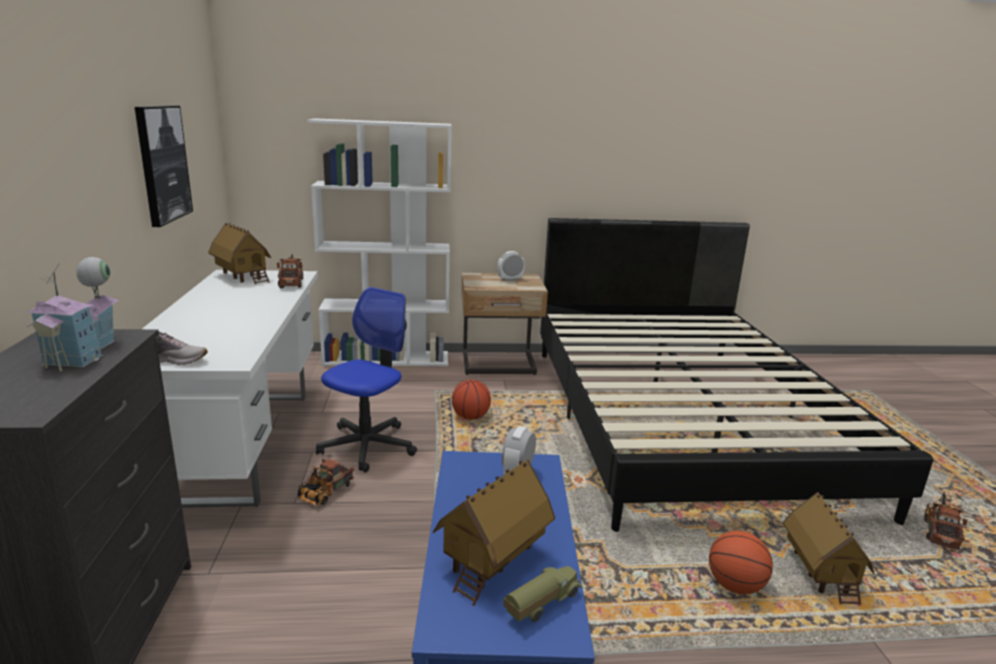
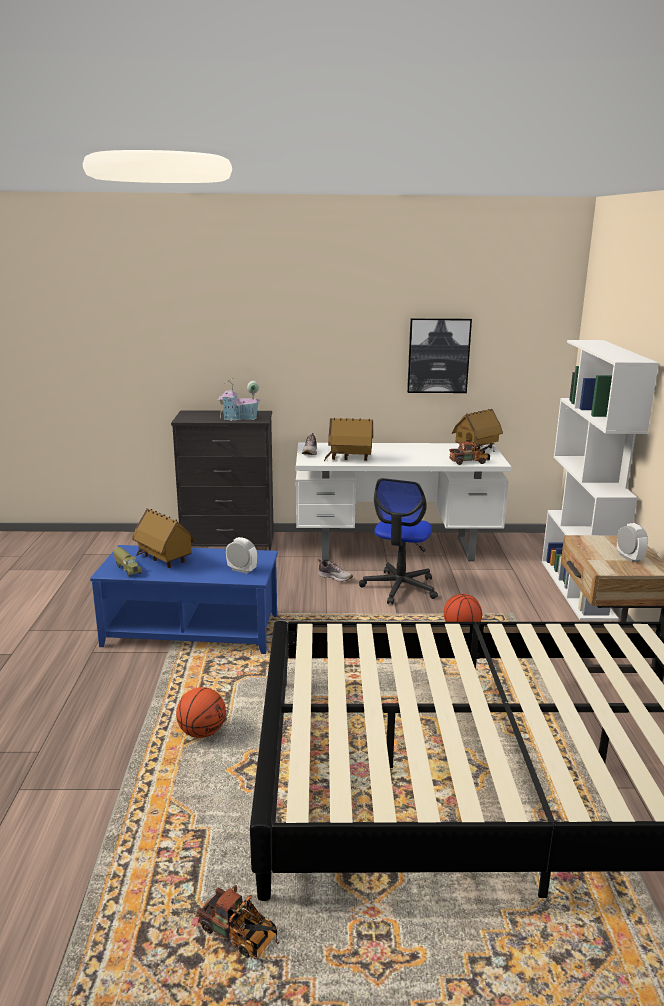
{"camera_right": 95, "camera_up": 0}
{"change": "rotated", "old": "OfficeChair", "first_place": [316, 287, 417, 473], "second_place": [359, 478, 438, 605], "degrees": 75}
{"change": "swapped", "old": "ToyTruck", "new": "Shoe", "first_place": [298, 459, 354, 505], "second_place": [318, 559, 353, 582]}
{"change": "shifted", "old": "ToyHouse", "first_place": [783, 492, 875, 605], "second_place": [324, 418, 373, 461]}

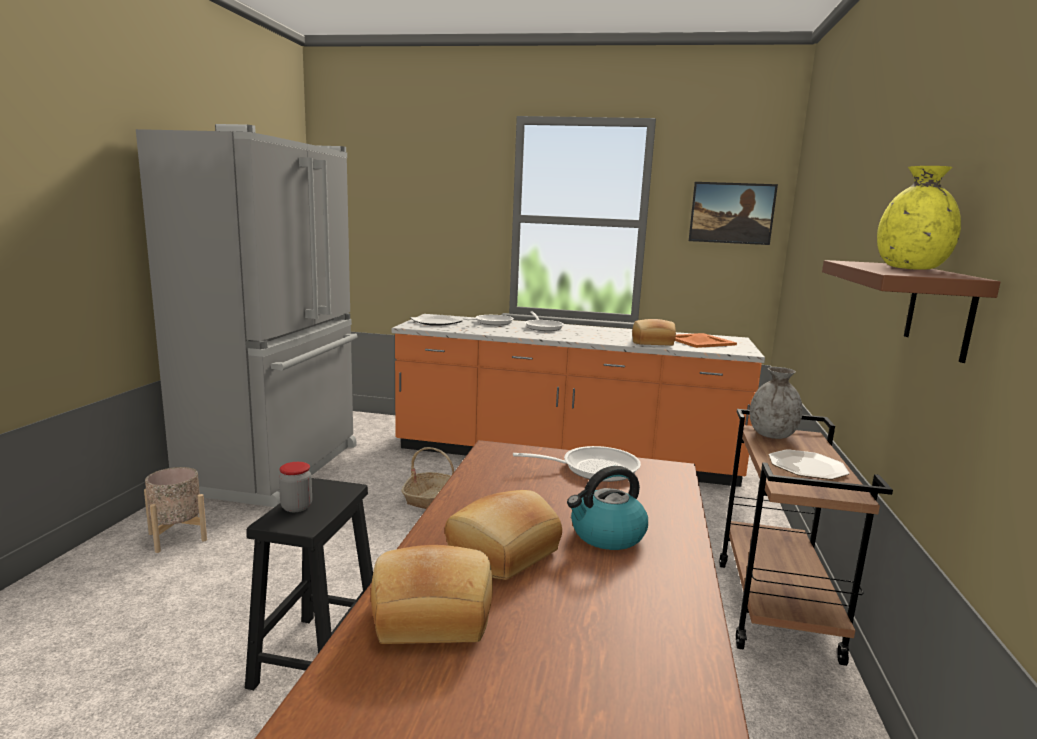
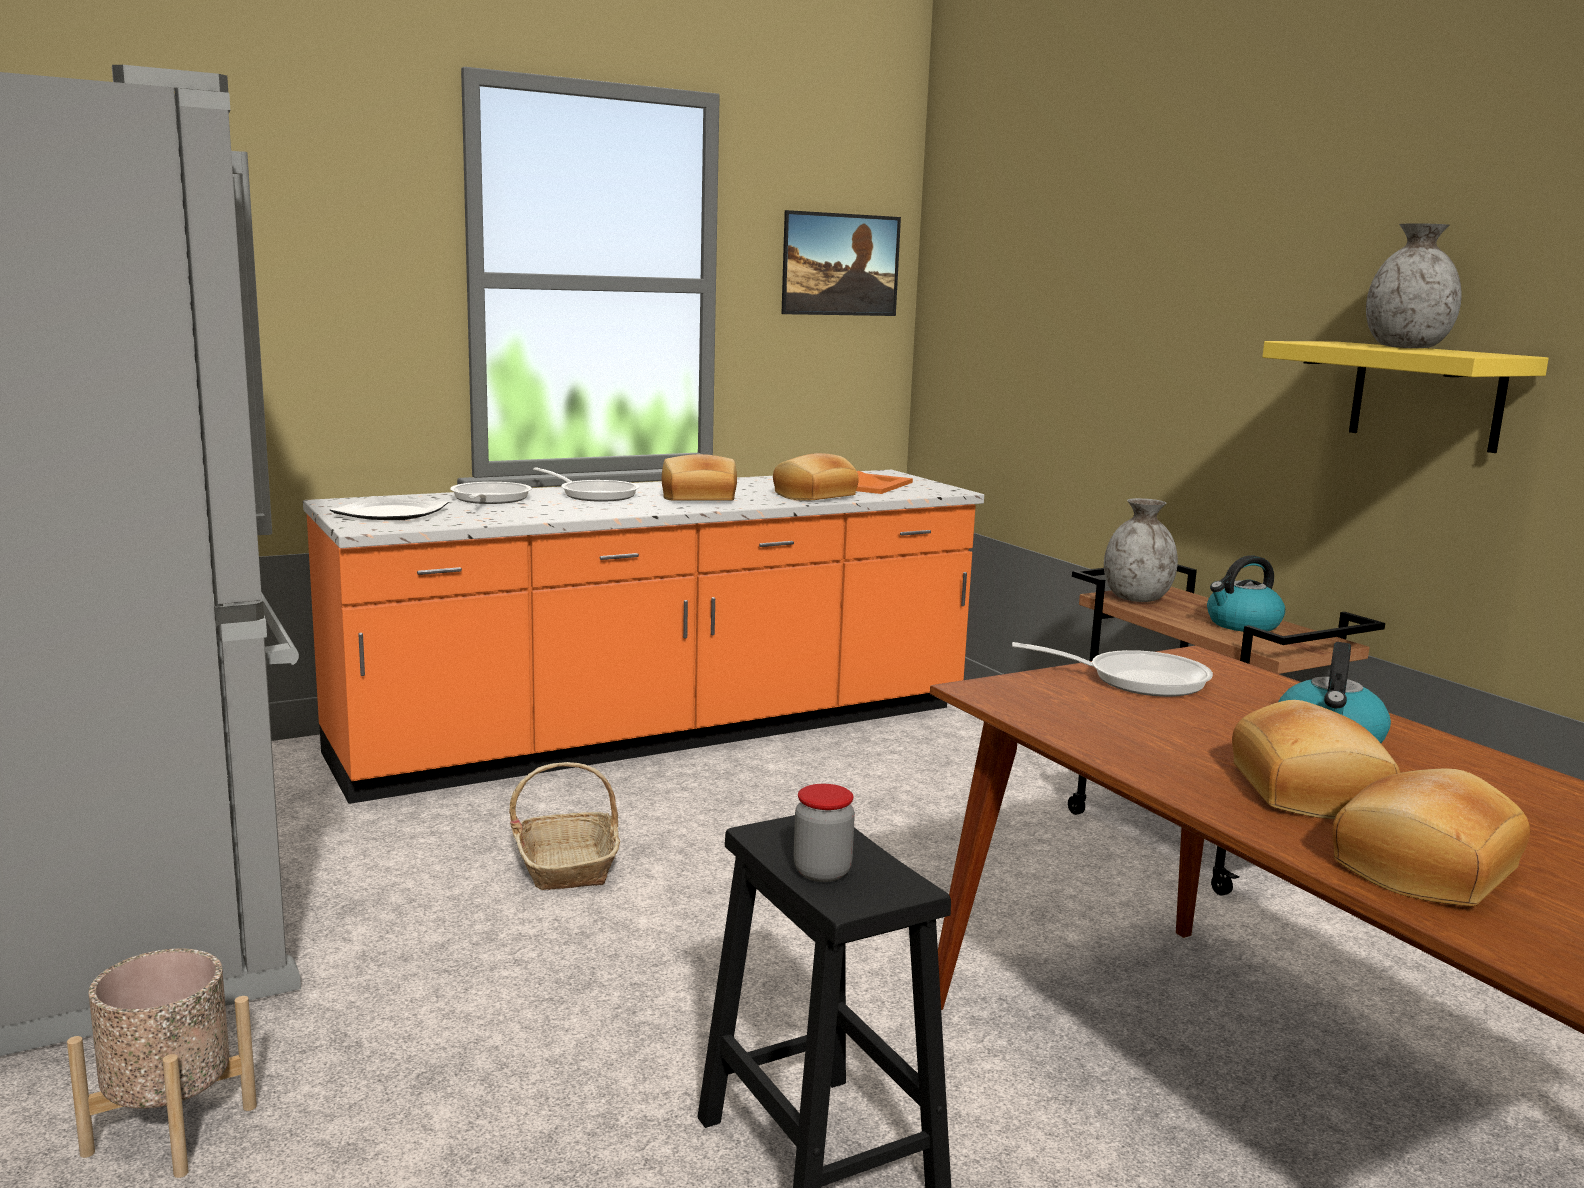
{"camera_right": -40, "camera_up": 0}
{"change": "repainted", "old": "YellowVase", "new": "GreyVase", "first_place": [877, 166, 961, 270], "second_place": [1366, 223, 1462, 348]}
{"change": "repainted", "old": "BrownShelf", "new": "YellowShelf", "first_place": [822, 260, 1000, 363], "second_place": [1262, 341, 1549, 453]}
{"change": "rotated", "old": "FryingPan", "first_place": [513, 446, 641, 482], "second_place": [1012, 642, 1213, 697], "degrees": 60}
{"change": "swapped", "old": "Plate", "new": "Kettle", "first_place": [769, 449, 850, 480], "second_place": [1207, 555, 1285, 632]}
{"change": "new", "new": "Bread", "second_place": [662, 454, 737, 500]}

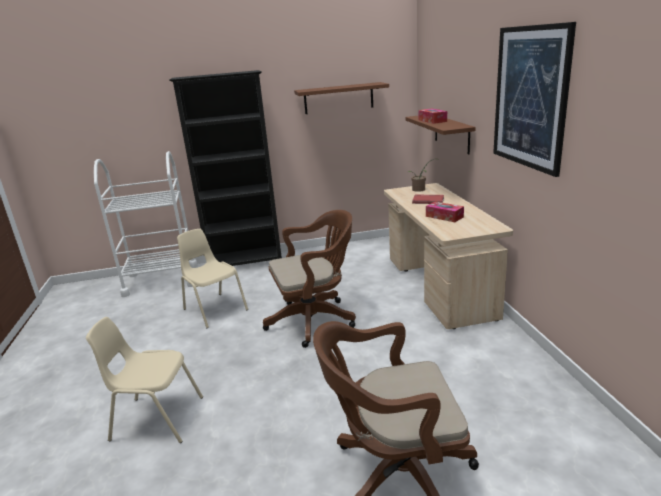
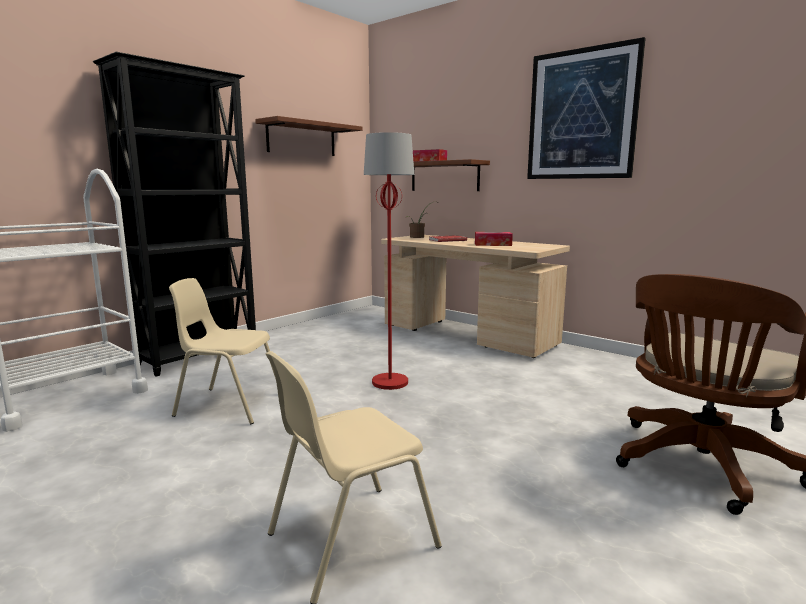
{"camera_right": -40, "camera_up": -10}
{"change": "swapped", "old": "BrownOfficeChair", "new": "RedFloorLamp", "first_place": [263, 210, 356, 348], "second_place": [364, 132, 414, 390]}

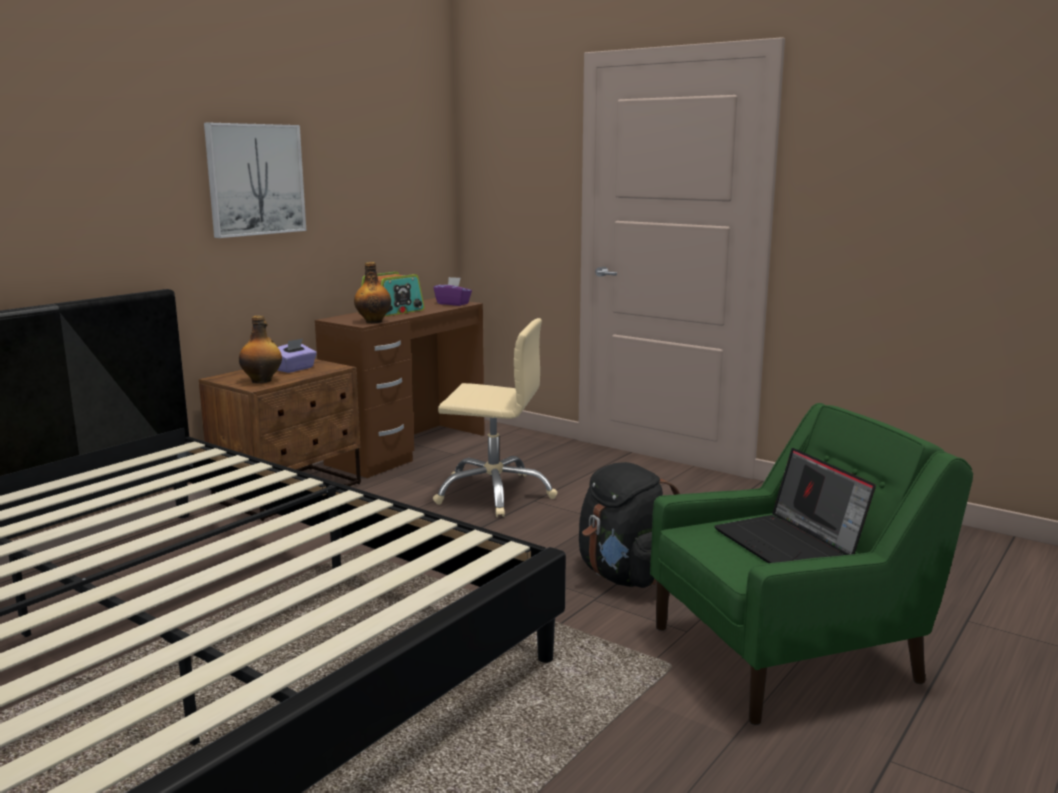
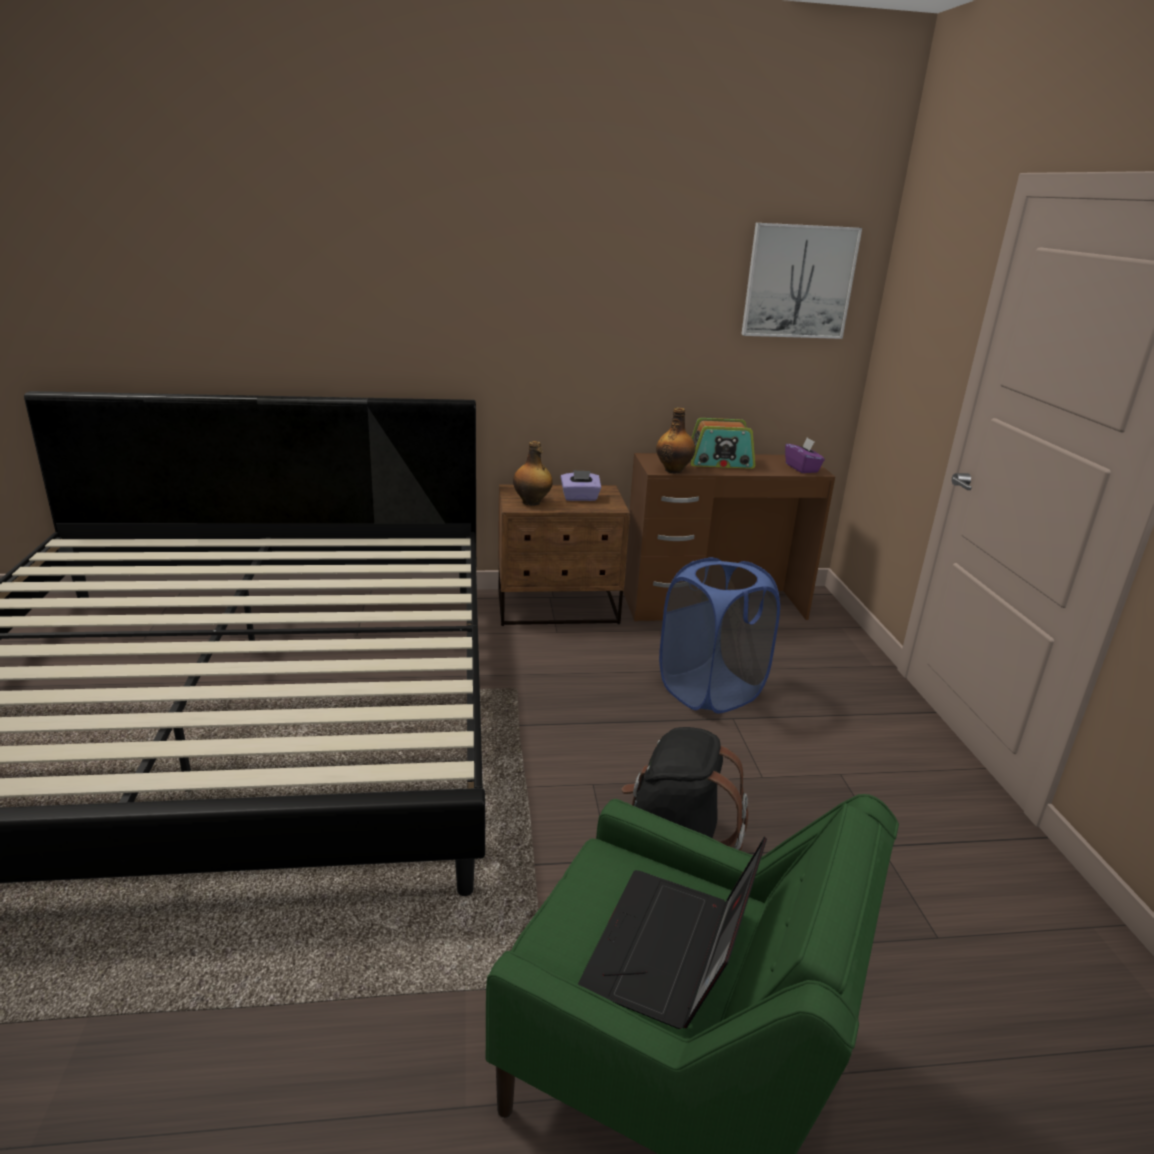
{"camera_right": 45, "camera_up": 10}
{"change": "shifted", "old": "Picture", "first_place": [204, 123, 306, 238], "second_place": [741, 223, 862, 339]}
{"change": "swapped", "old": "BeigeOfficeChair", "new": "BlueLaundryBasket", "first_place": [433, 318, 558, 517], "second_place": [659, 557, 780, 714]}

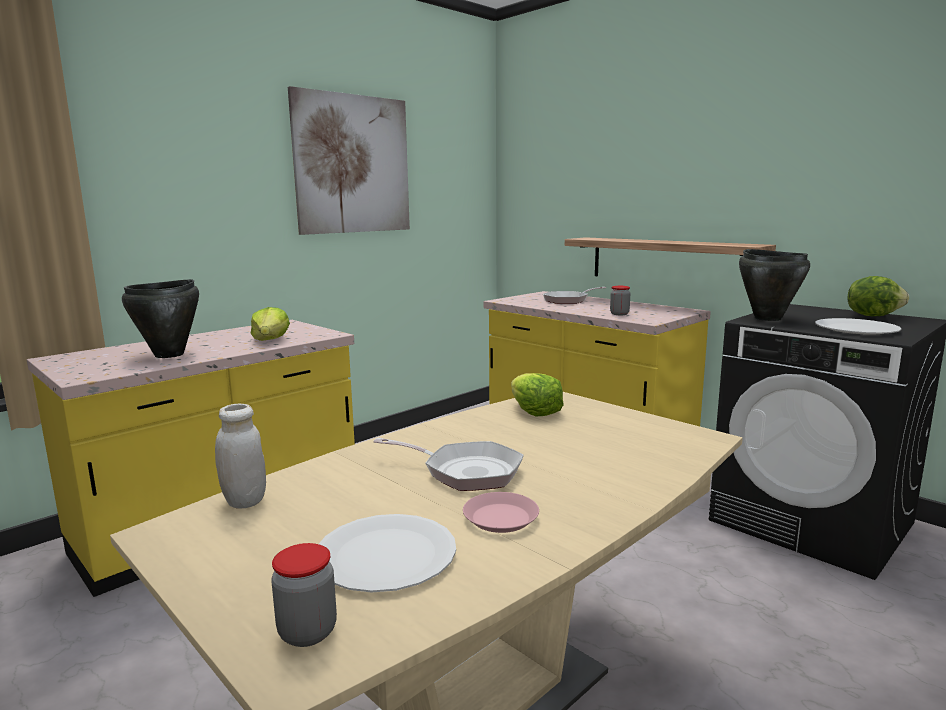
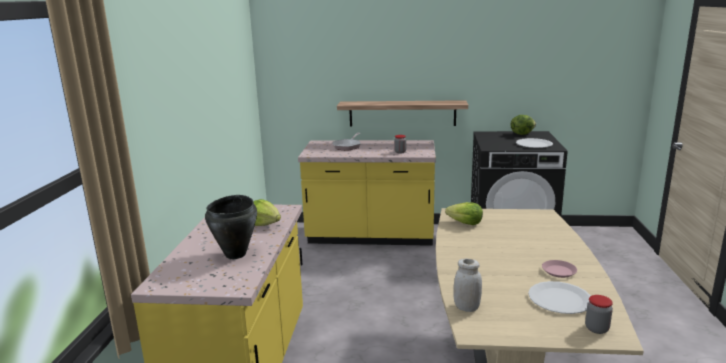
{"camera_right": -40, "camera_up": 5}
{"change": "gone", "old": "Picture", "first_place": [288, 86, 410, 235]}
{"change": "gone", "old": "BlackCookingPot", "first_place": [739, 249, 810, 321]}
{"change": "gone", "old": "FryingPan", "first_place": [373, 438, 524, 491]}

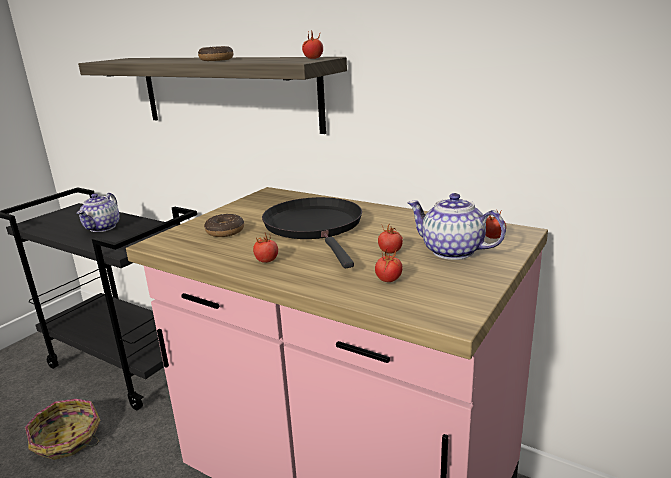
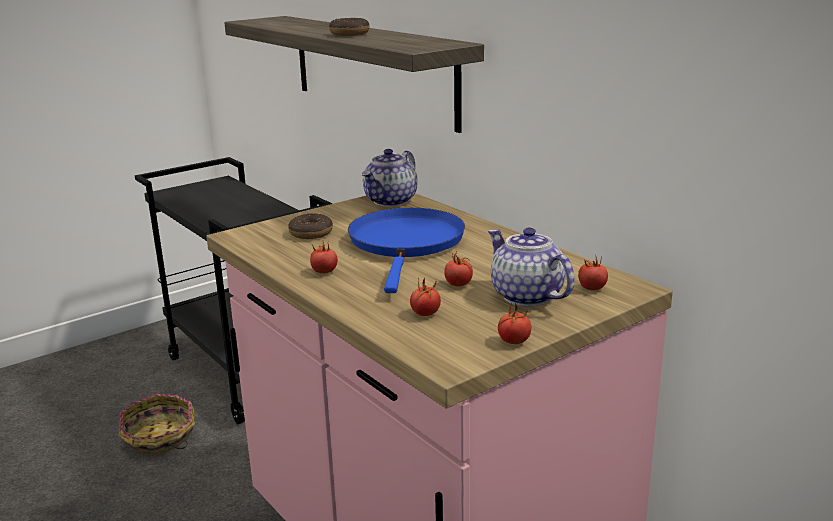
{"camera_right": 20, "camera_up": 0}
{"change": "shifted", "old": "Tomato", "first_place": [302, 30, 323, 59], "second_place": [498, 302, 531, 344]}
{"change": "shifted", "old": "Teapot", "first_place": [77, 193, 120, 232], "second_place": [362, 149, 418, 207]}
{"change": "repainted", "old": "BlackFryingPan", "new": "BlueFryingPan", "first_place": [262, 197, 362, 268], "second_place": [348, 208, 465, 293]}

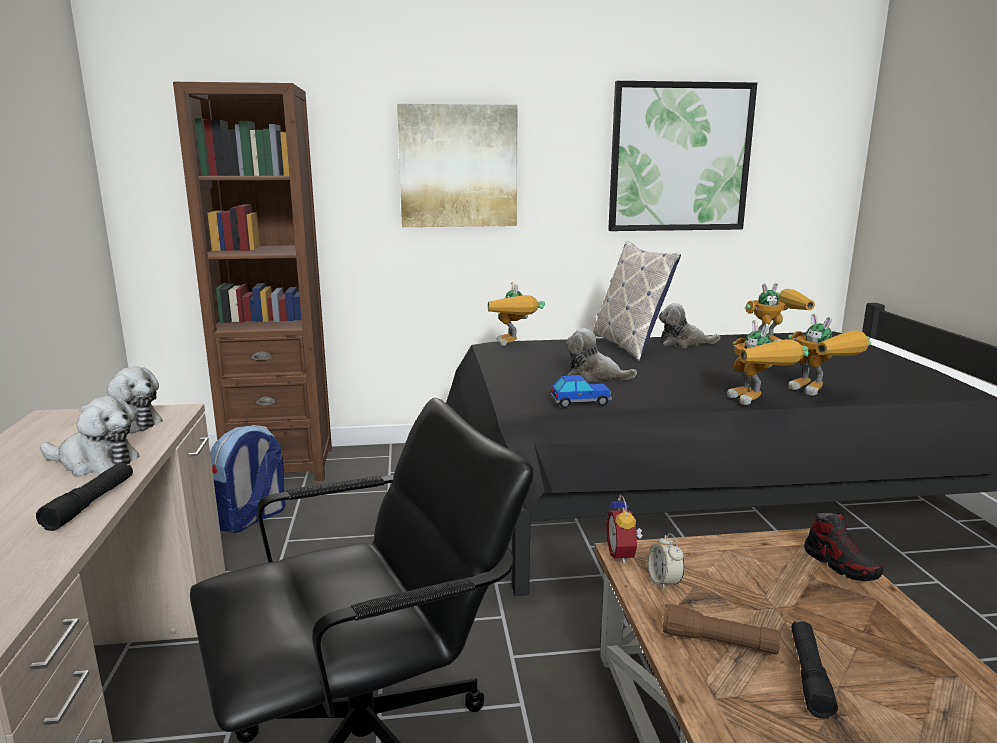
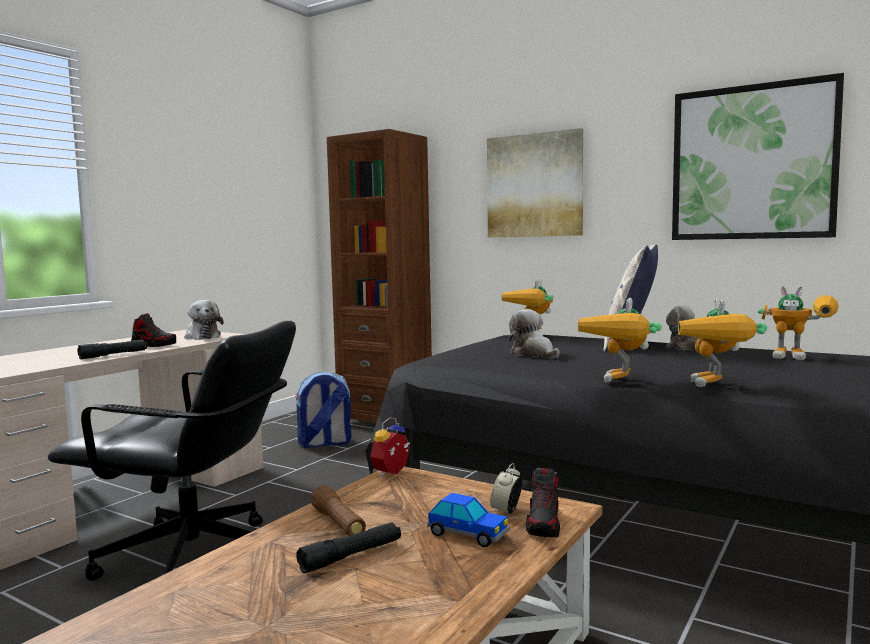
{"camera_right": 40, "camera_up": -10}
{"change": "shifted", "old": "ToyCar", "first_place": [551, 375, 612, 408], "second_place": [427, 493, 509, 547]}
{"change": "swapped", "old": "PlushToy", "new": "Shoe", "first_place": [40, 396, 140, 476], "second_place": [131, 313, 176, 347]}
{"change": "shifted", "old": "AlarmClock", "first_place": [647, 533, 684, 591], "second_place": [490, 463, 522, 514]}

